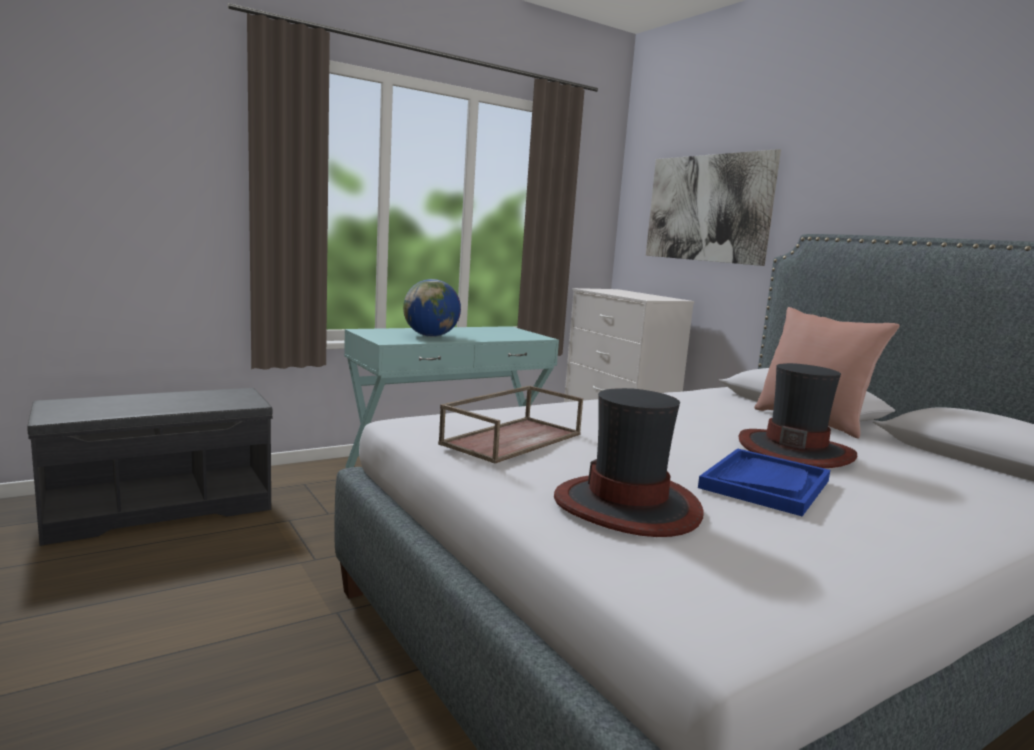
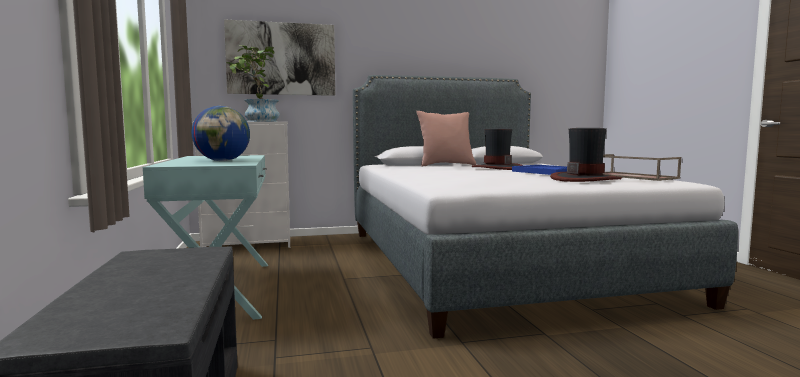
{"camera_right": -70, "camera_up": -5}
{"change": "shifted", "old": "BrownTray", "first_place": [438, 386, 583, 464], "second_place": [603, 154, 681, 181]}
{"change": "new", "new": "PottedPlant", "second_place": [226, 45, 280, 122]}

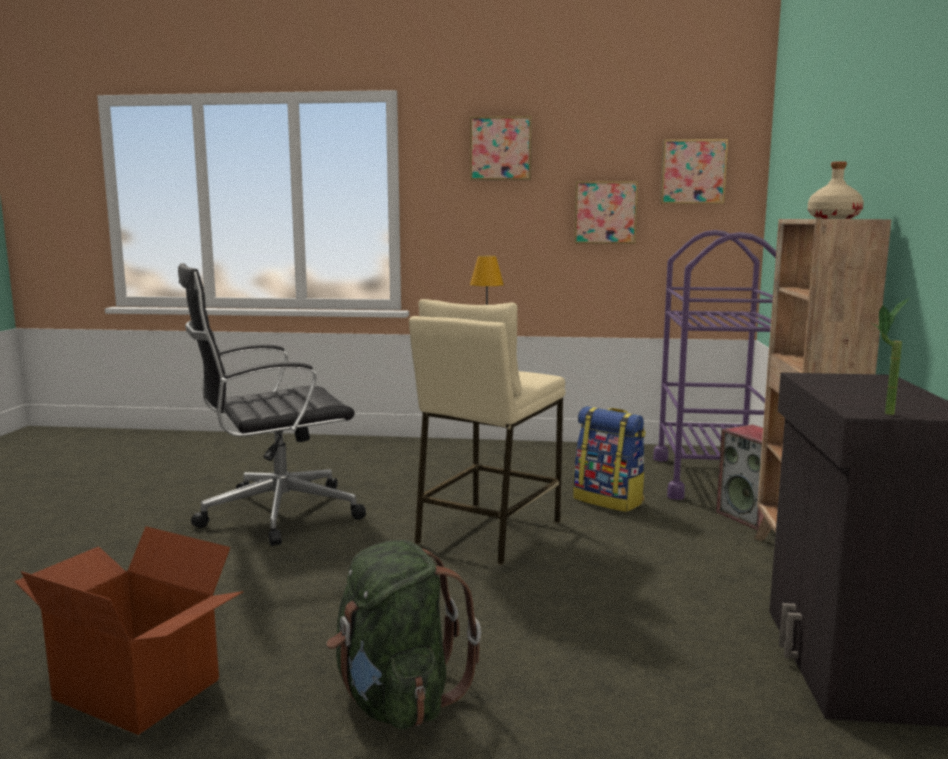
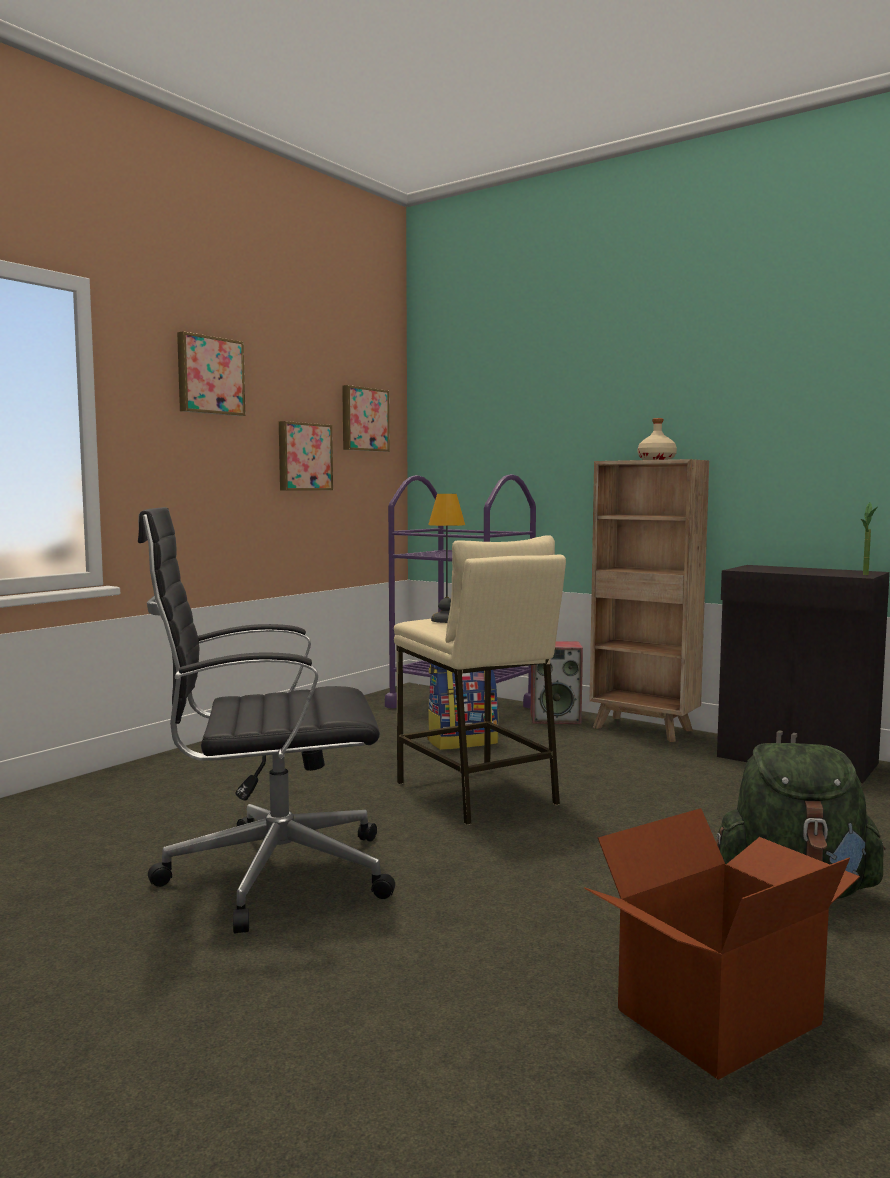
{"camera_right": -60, "camera_up": -5}
{"change": "rotated", "old": "BlackOfficeChair", "first_place": [178, 263, 366, 546], "second_place": [138, 507, 395, 934], "degrees": 75}

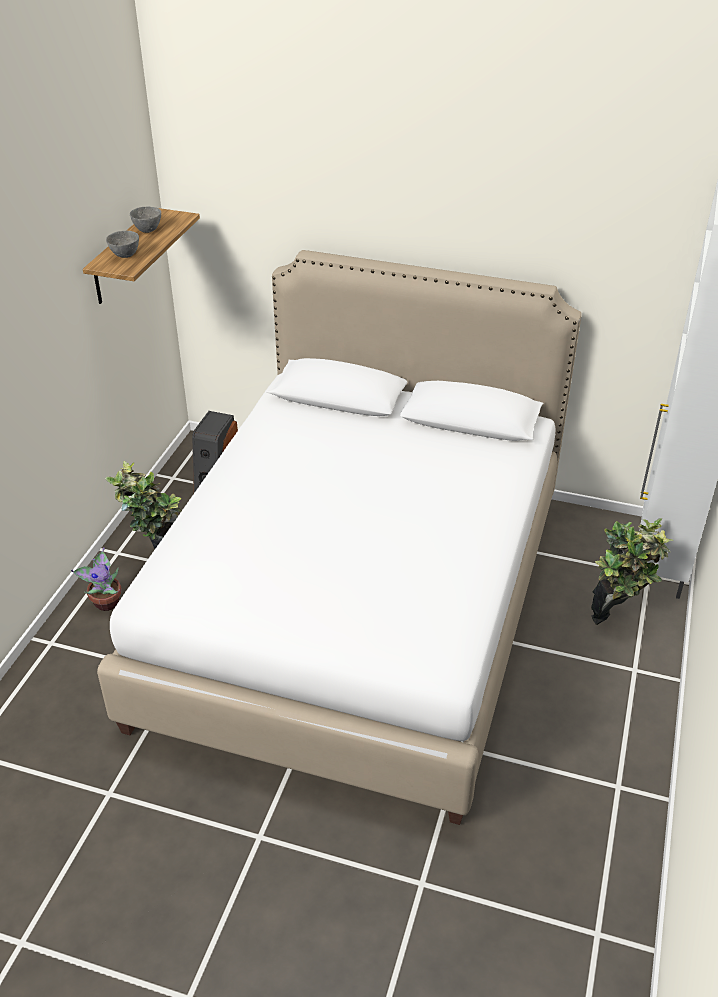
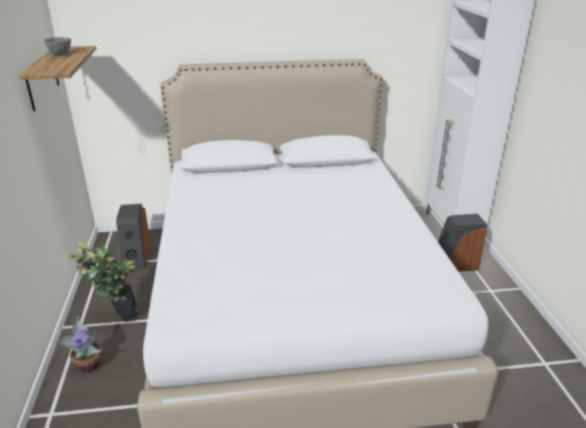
{"camera_right": -25, "camera_up": -10}
{"change": "gone", "old": "GreyBowl", "first_place": [106, 231, 139, 258]}
{"change": "swapped", "old": "PottedPlant", "new": "Speaker", "first_place": [591, 518, 673, 625], "second_place": [438, 214, 487, 271]}

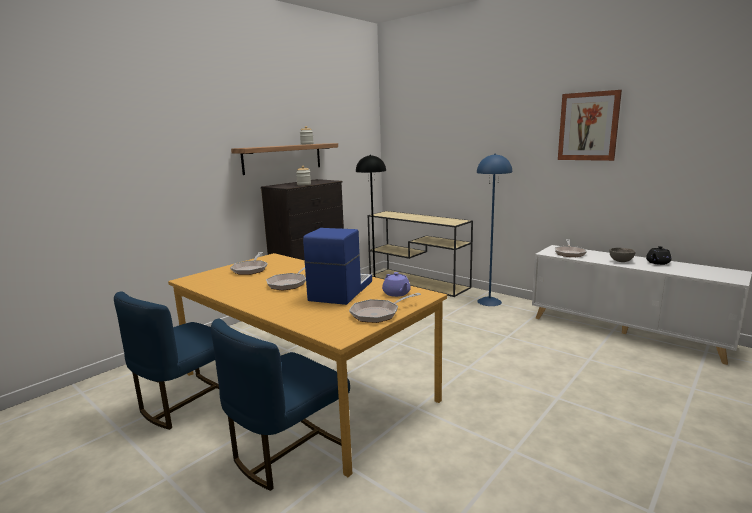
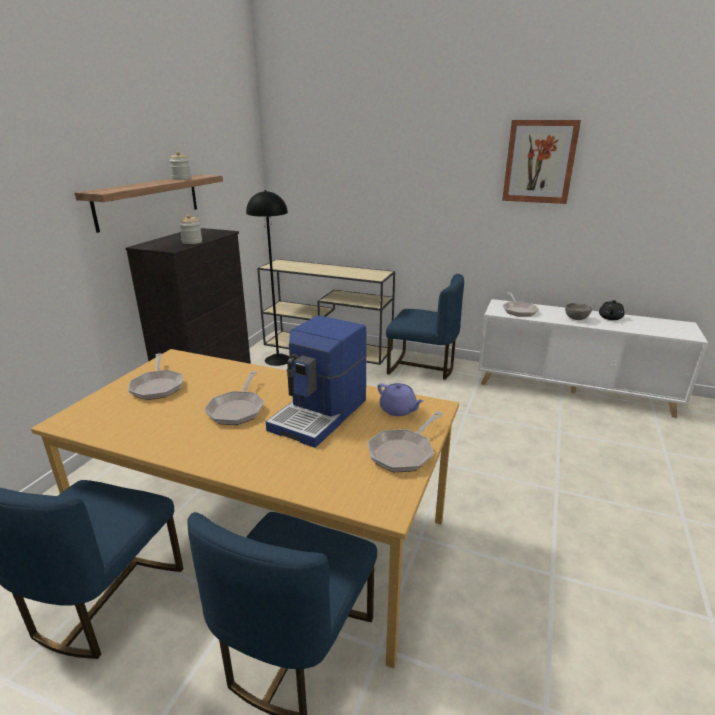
{"camera_right": -20, "camera_up": 10}
{"change": "swapped", "old": "BlueFloorLamp", "new": "BlueChair", "first_place": [477, 154, 512, 306], "second_place": [386, 274, 464, 380]}
{"change": "rotated", "old": "CoffeeMachine", "first_place": [303, 228, 372, 305], "second_place": [266, 315, 367, 448], "degrees": -150}

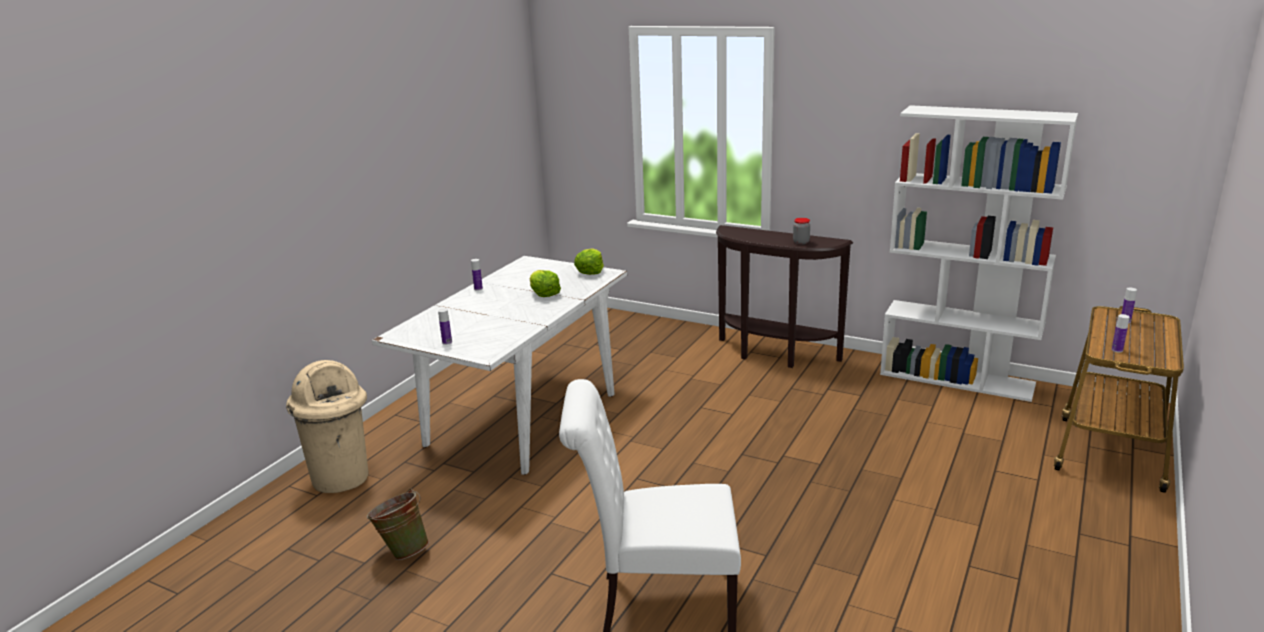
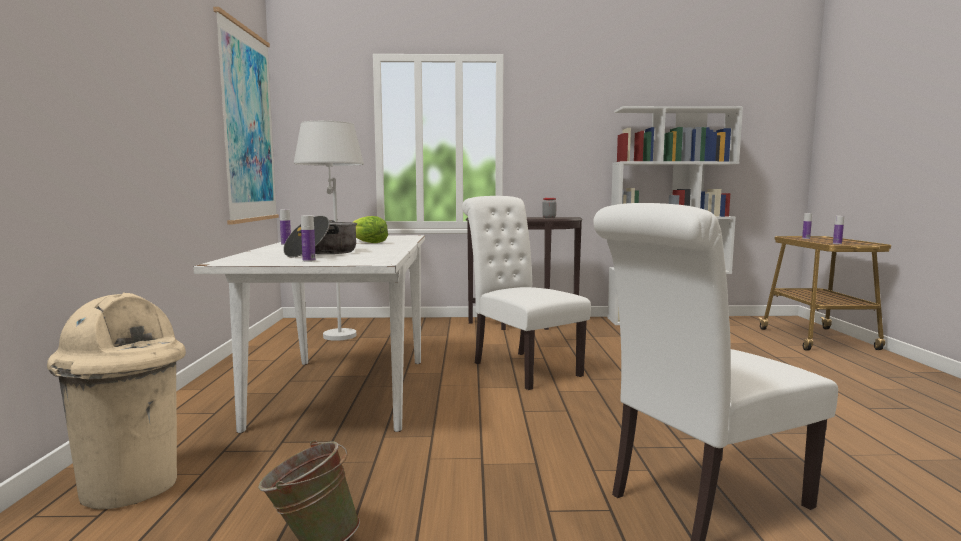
{"camera_right": -30, "camera_up": -15}
{"change": "gone", "old": "Lettuce", "first_place": [574, 248, 604, 275]}
{"change": "new", "new": "Picture", "second_place": [213, 7, 279, 224]}
{"change": "new", "new": "WhiteFloorLamp", "second_place": [294, 121, 364, 341]}
{"change": "new", "new": "WhiteChair", "second_place": [462, 196, 591, 390]}
{"change": "new", "new": "CookingPot", "second_place": [283, 216, 357, 257]}

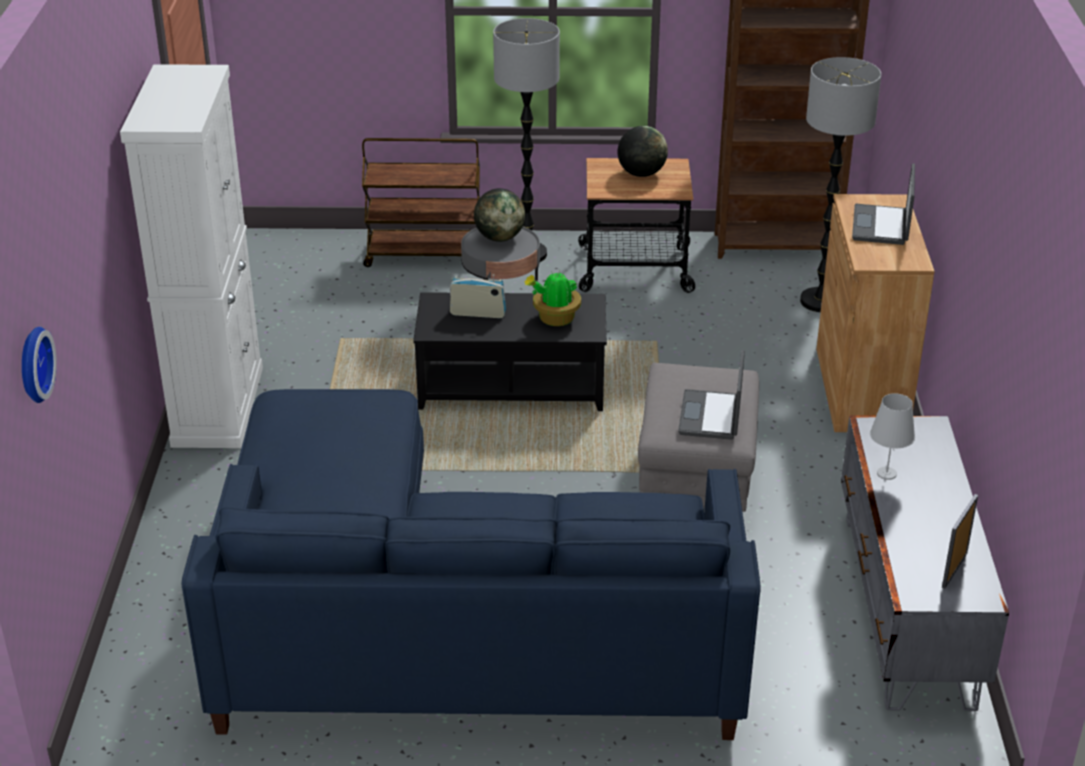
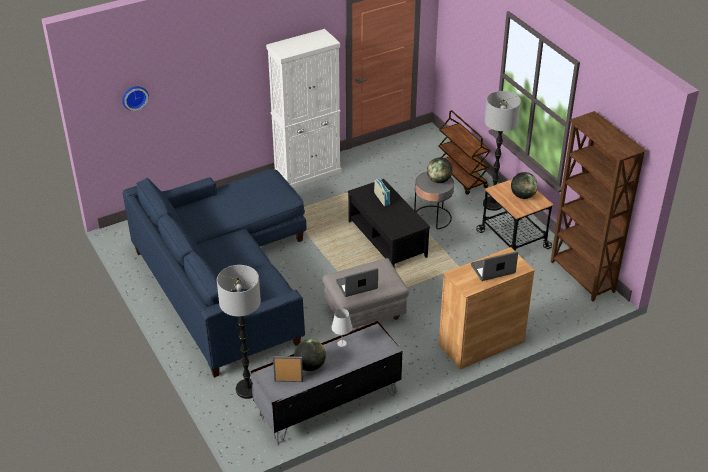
{"camera_right": 60, "camera_up": 5}
{"change": "shifted", "old": "FloorLamp", "first_place": [800, 57, 881, 312], "second_place": [217, 265, 261, 399]}
{"change": "gone", "old": "PottedPlant", "first_place": [525, 269, 581, 326]}
{"change": "new", "new": "Globe", "second_place": [294, 339, 326, 371]}

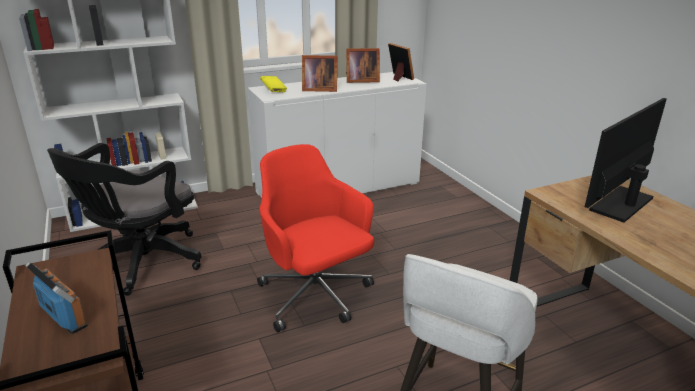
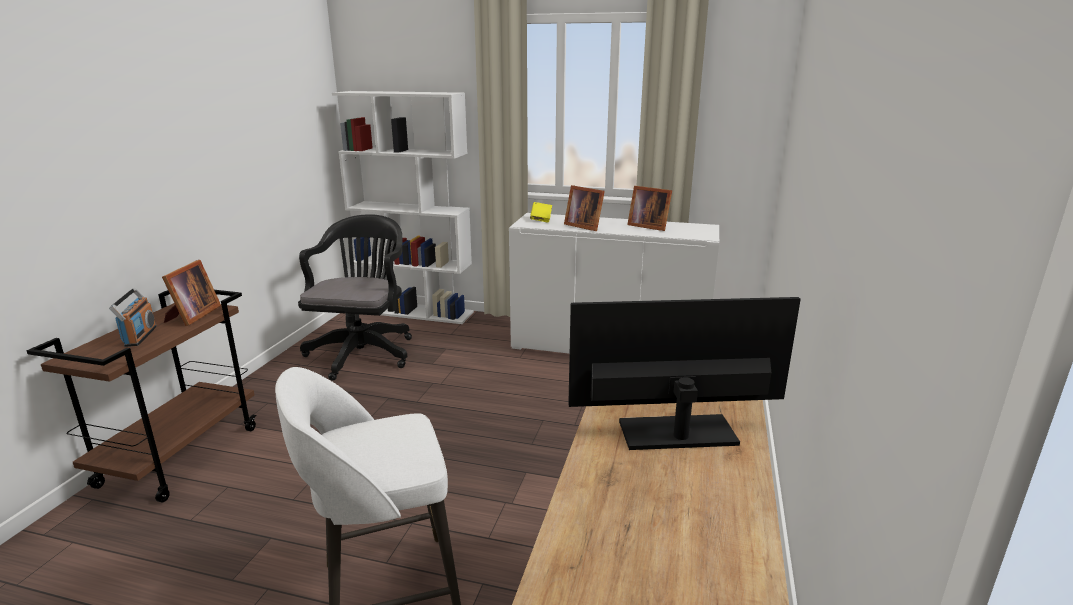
{"camera_right": 40, "camera_up": -5}
{"change": "shifted", "old": "PictureFrame", "first_place": [388, 43, 414, 81], "second_place": [162, 260, 221, 326]}
{"change": "rotated", "old": "BlackOfficeChair", "first_place": [47, 143, 202, 296], "second_place": [298, 214, 412, 381], "degrees": 120}
{"change": "gone", "old": "RedOfficeChair", "first_place": [257, 144, 374, 332]}

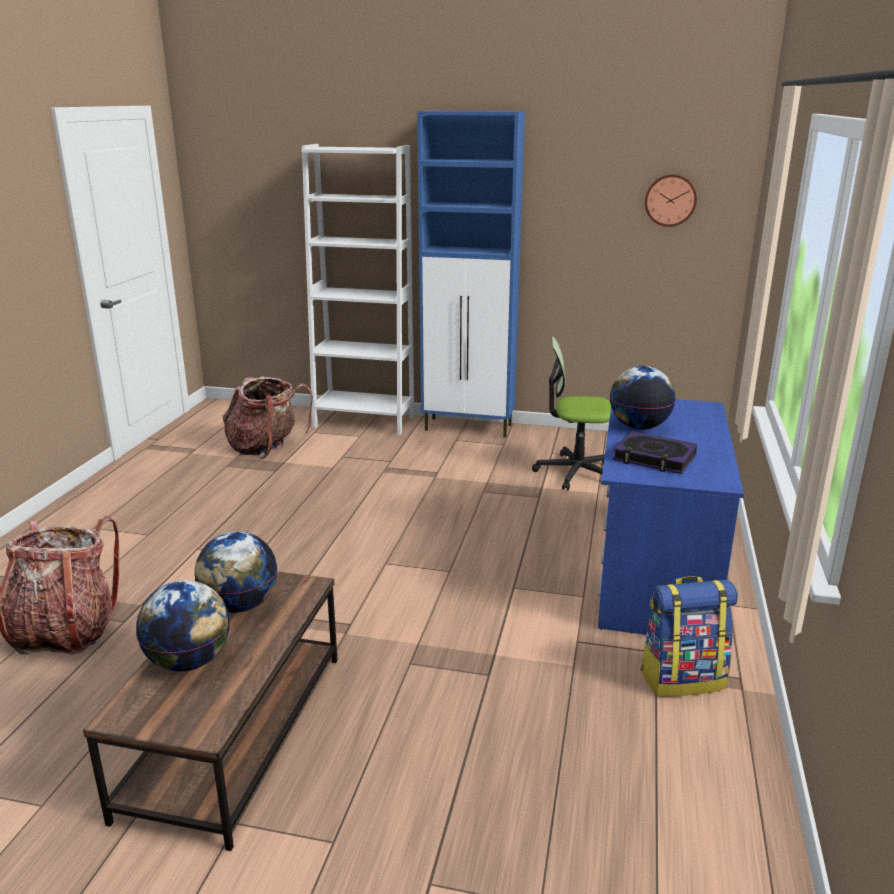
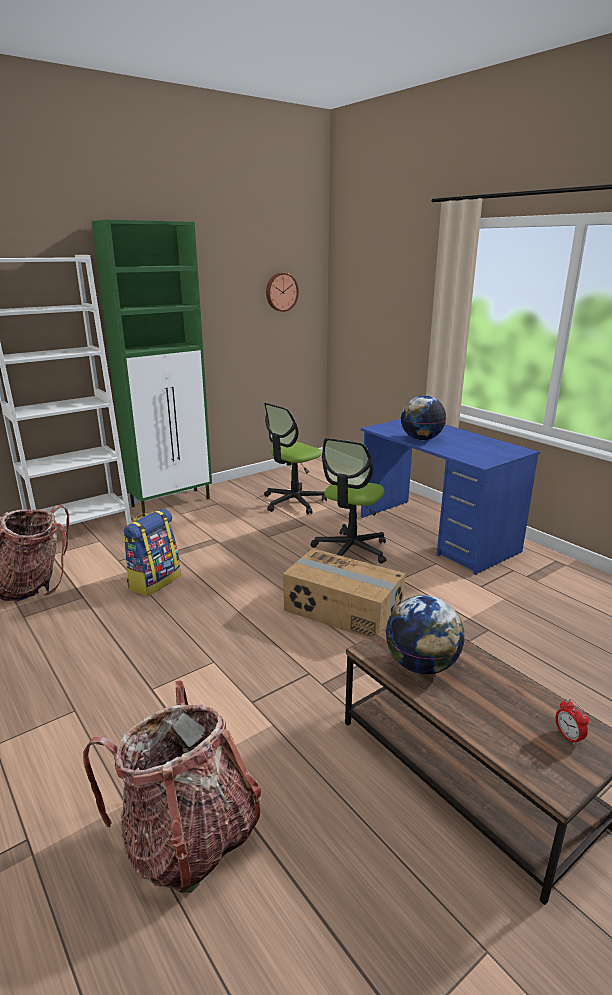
{"camera_right": -50, "camera_up": 0}
{"change": "repainted", "old": "BlueCabinet", "new": "GreenCabinet", "first_place": [417, 111, 525, 438], "second_place": [92, 220, 212, 517]}
{"change": "gone", "old": "Book", "first_place": [613, 431, 698, 474]}
{"change": "shifted", "old": "Backpack", "first_place": [641, 576, 738, 697], "second_place": [123, 509, 181, 596]}
{"change": "gone", "old": "Globe", "first_place": [136, 580, 230, 671]}
{"change": "new", "new": "OfficeChair", "second_place": [310, 438, 386, 564]}
{"change": "new", "new": "CardboardBox", "second_place": [283, 549, 406, 638]}
{"change": "new", "new": "AlarmClock", "second_place": [556, 699, 589, 746]}

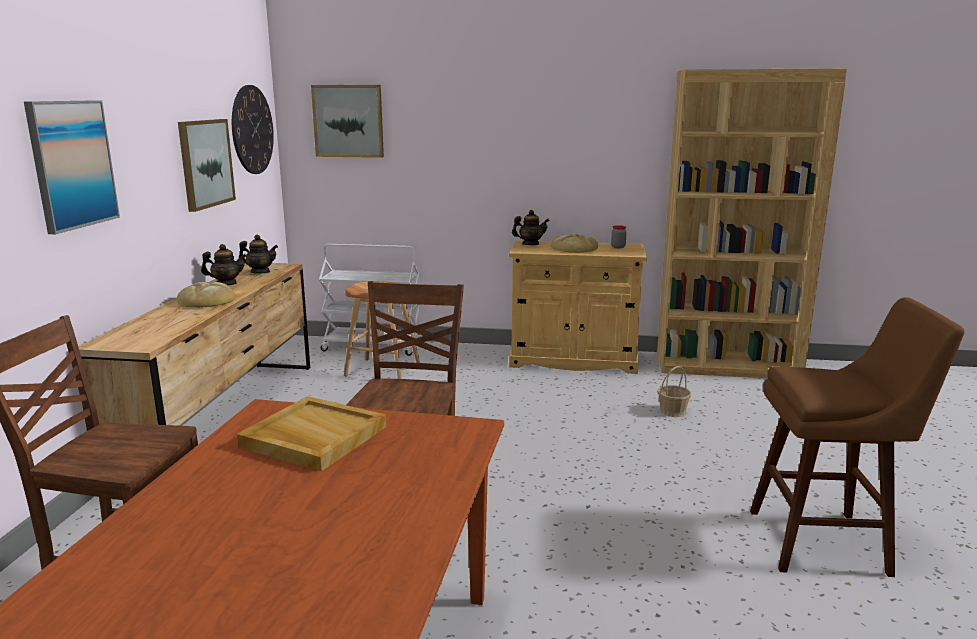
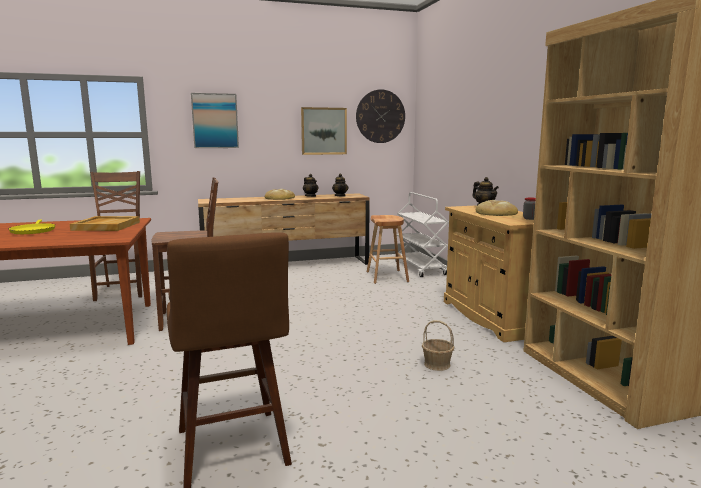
{"camera_right": 65, "camera_up": -5}
{"change": "gone", "old": "Picture", "first_place": [311, 85, 384, 158]}
{"change": "new", "new": "YellowFryingPan", "second_place": [9, 220, 55, 234]}

